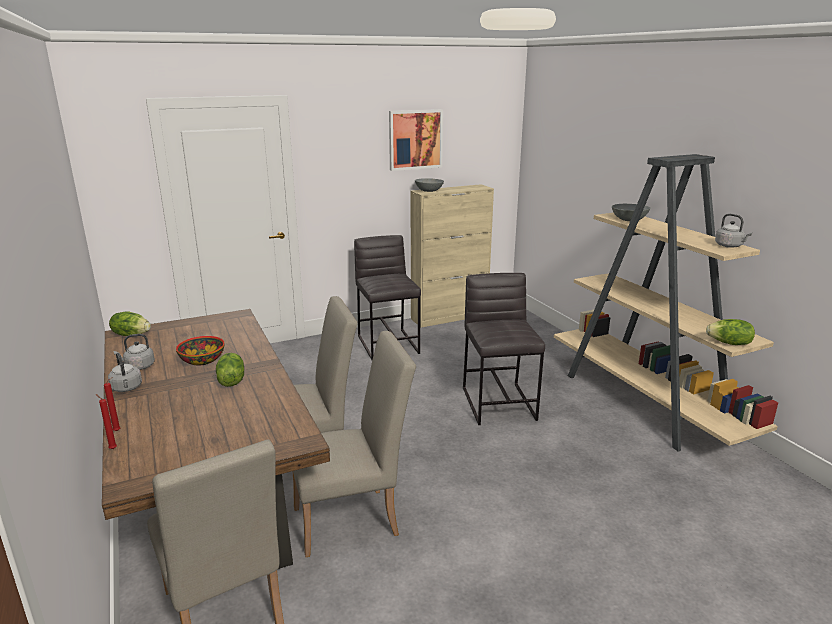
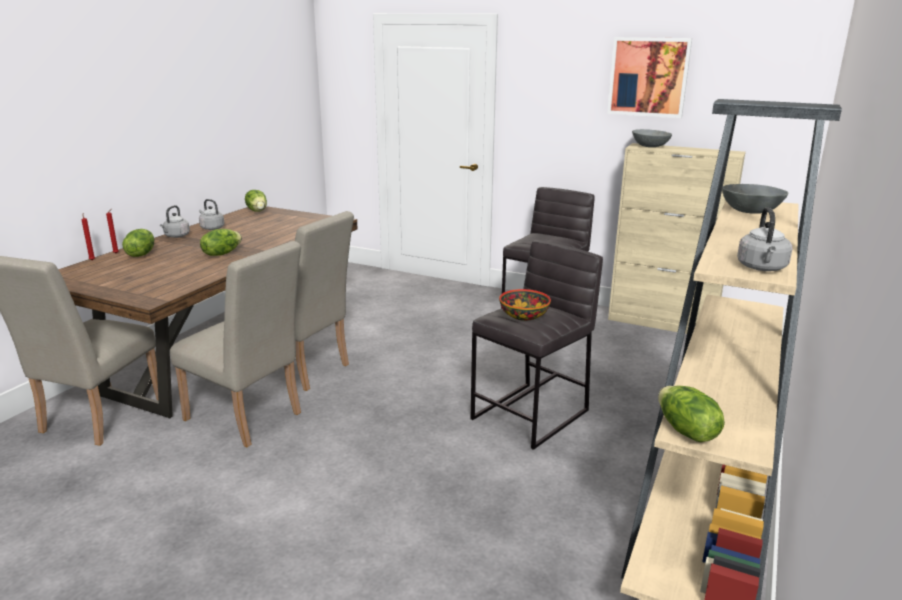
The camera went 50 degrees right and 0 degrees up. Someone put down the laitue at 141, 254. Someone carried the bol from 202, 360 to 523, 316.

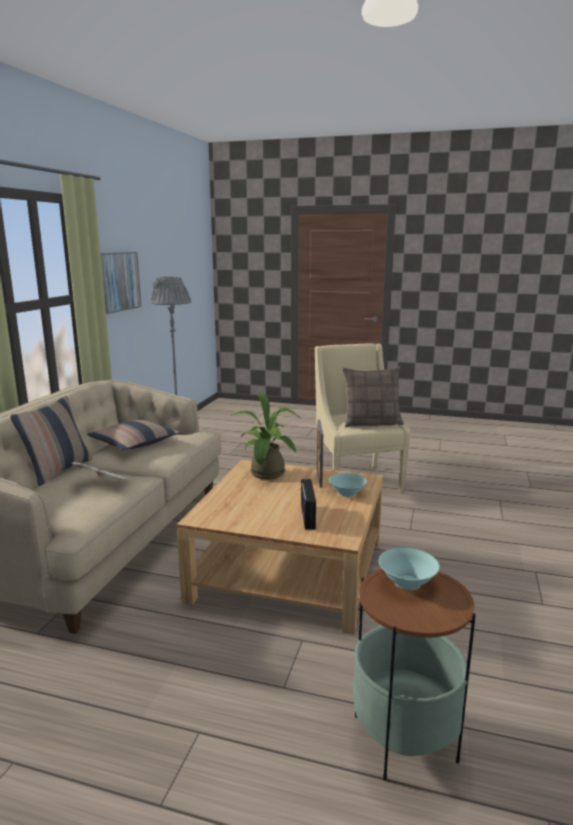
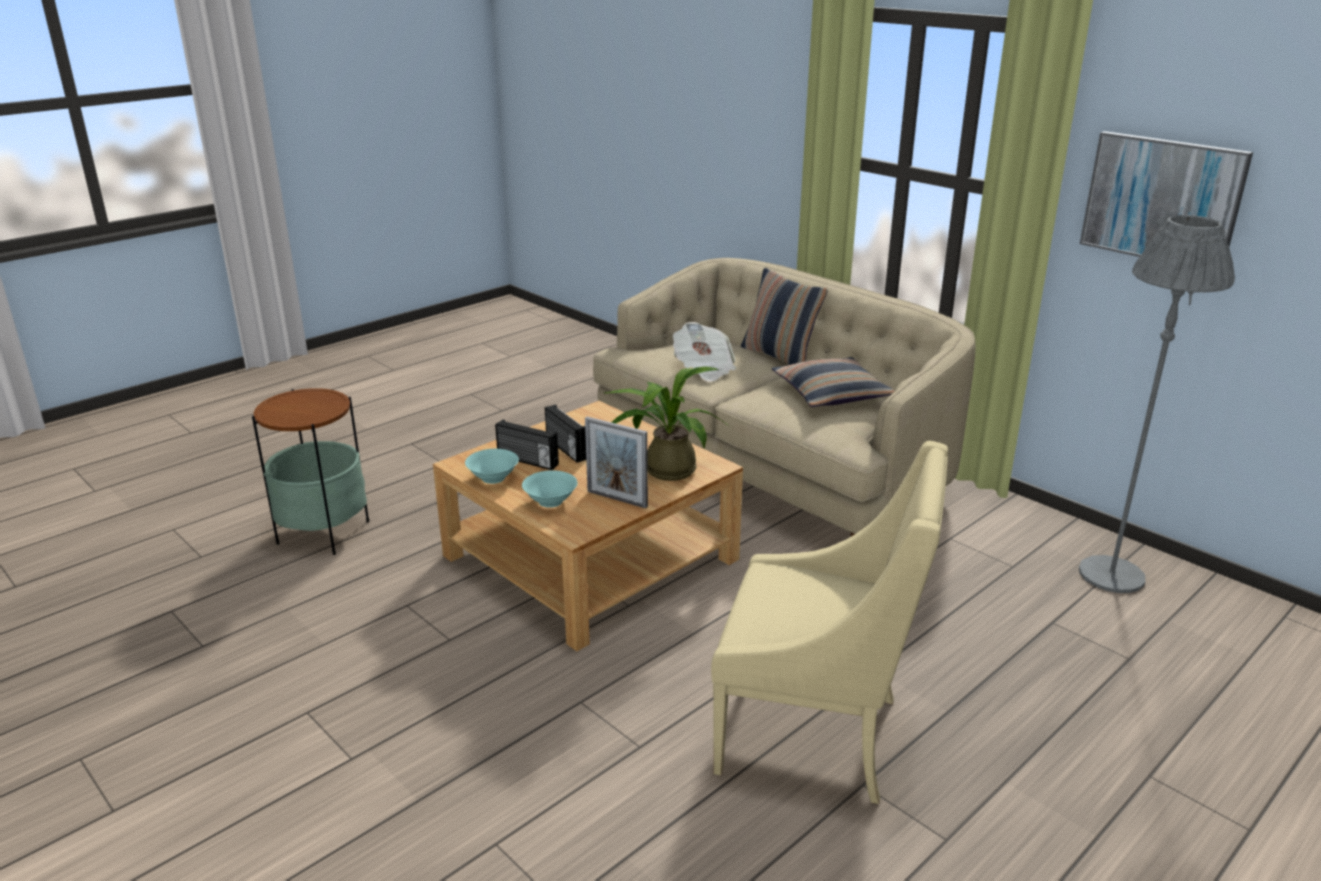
The camera went 120 degrees right and 10 degrees up. Someone carried the bol [turquoise] from 407, 582 to 493, 477. Someone put down the radio at 565, 449. Someone took away the coussin at 371, 423.

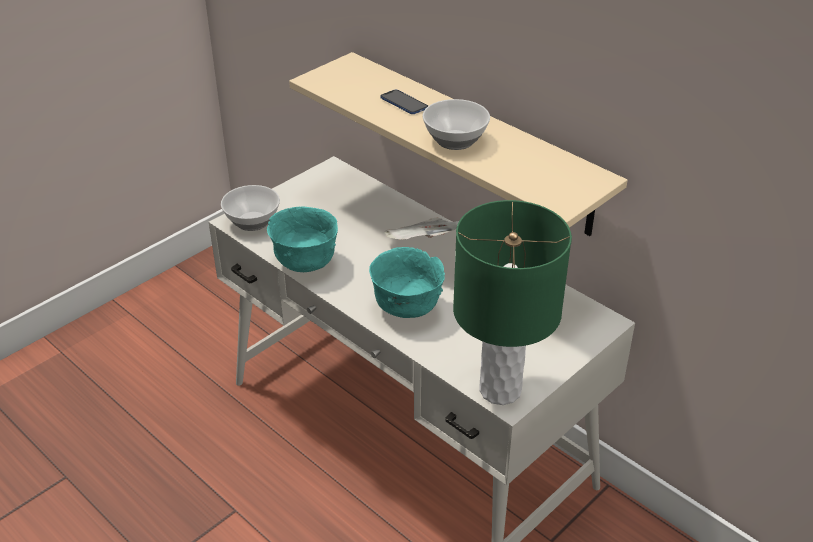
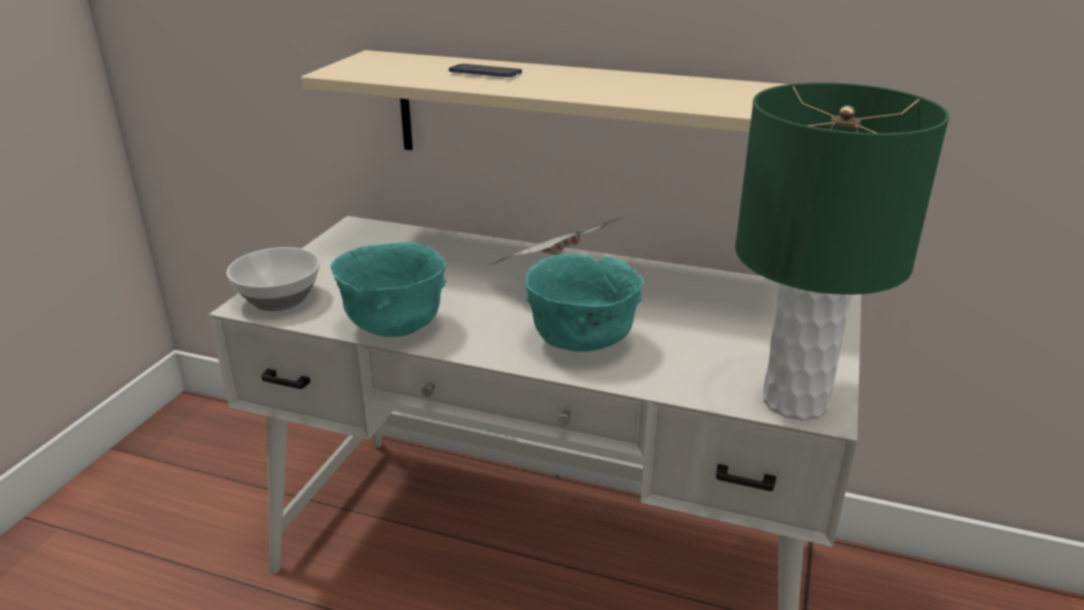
The camera went 25 degrees left and 10 degrees down. Someone took away the bol at 456, 140.

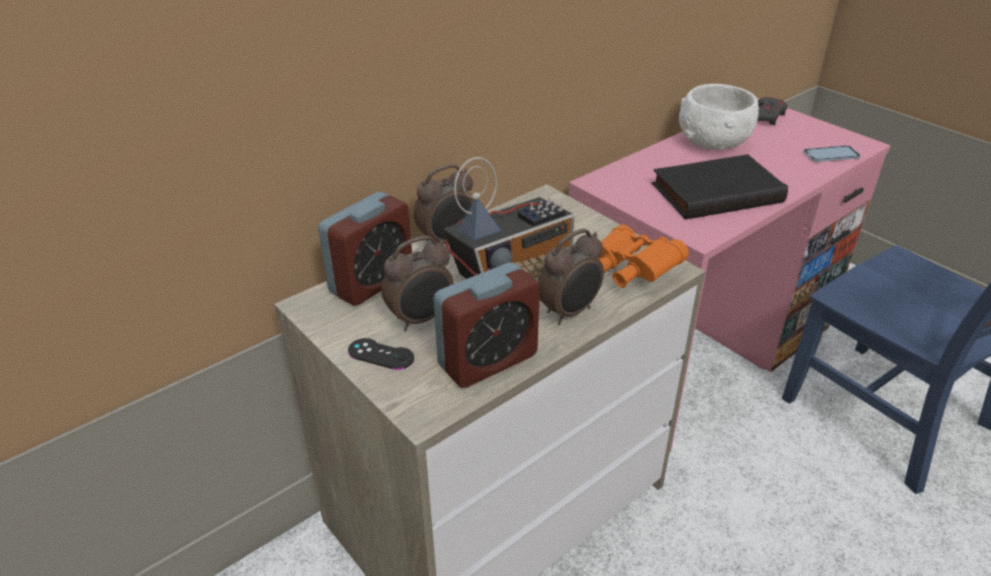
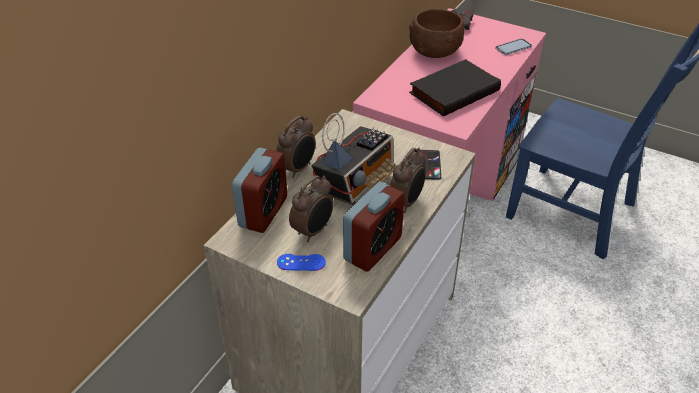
The camera went 20 degrees left and 5 degrees up. Someone repainted the manette [noir] at 381, 354, which became the manette [bleu] at 301, 262. Someone repainted the bol [blanc] at 714, 143, which became the bol [marron] at 435, 51. Someone swapped the jumelles [orange] at 628, 272 for the téléphone at 429, 165.

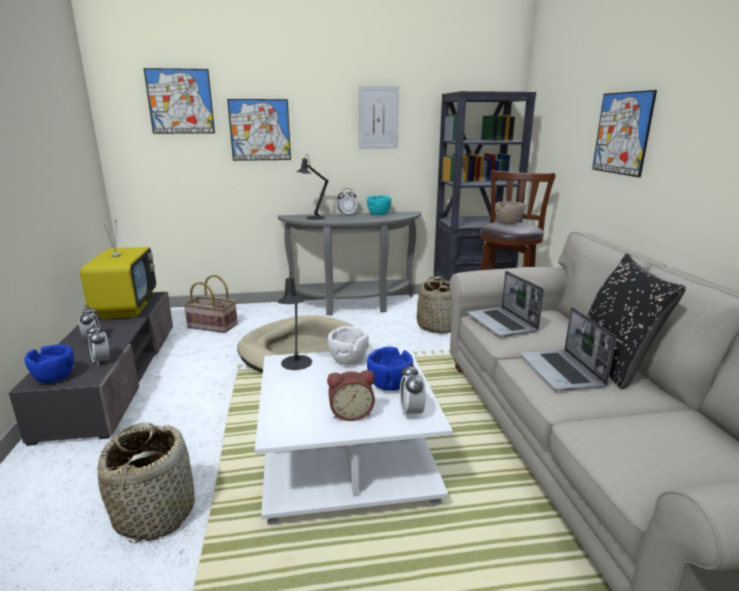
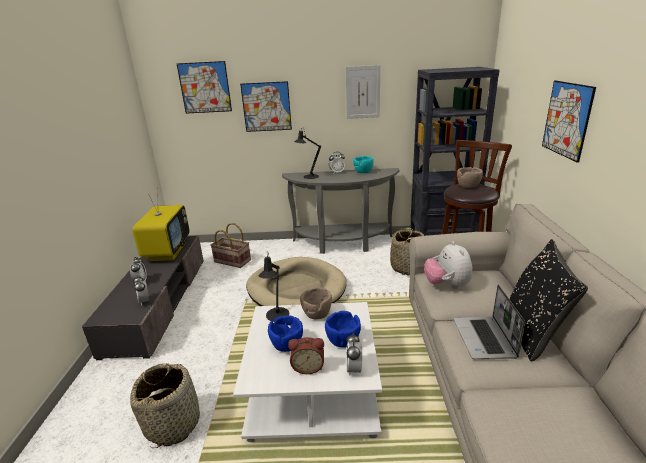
The camera went 10 degrees right and 5 degrees up. Someone carried the bol [bleu] from 54, 378 to 287, 345. Someone repainted the bol [blanc] at 348, 359, which became the bol [marron] at 317, 313. Someone swapped the ordinateur portable at 502, 323 for the peluche at 447, 285.

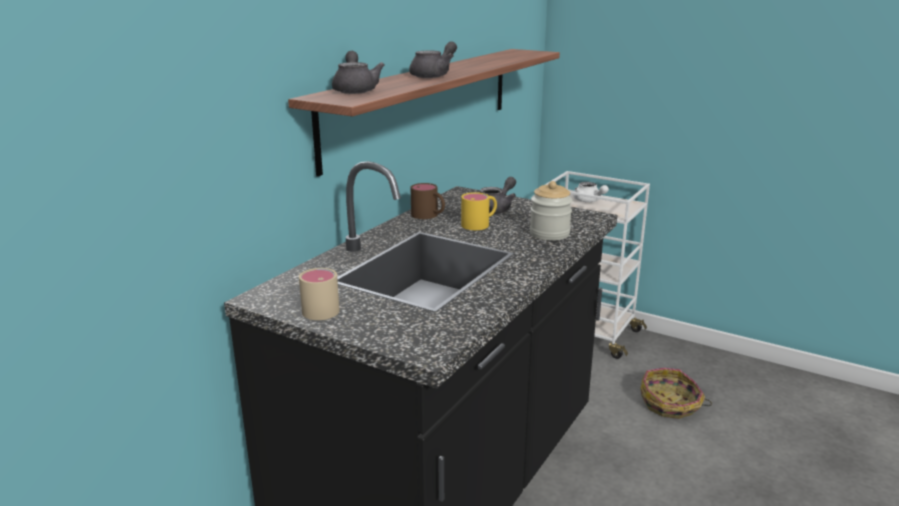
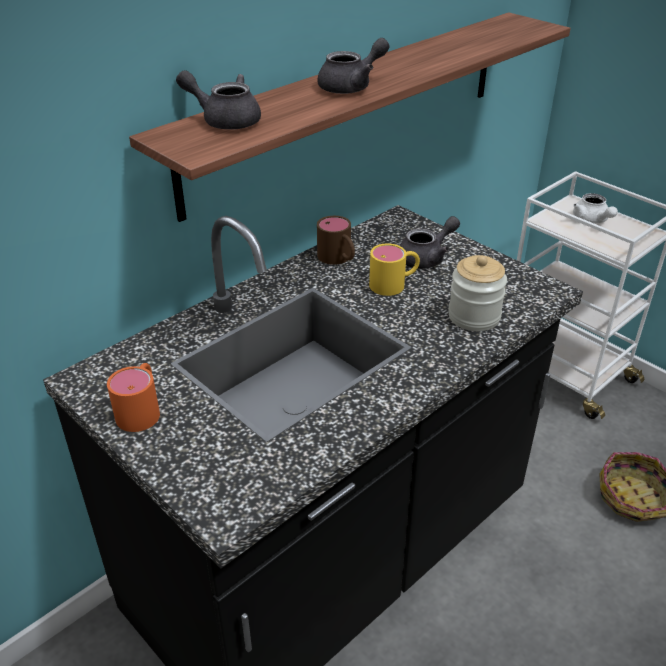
The camera went 15 degrees right and 15 degrees up. Someone repainted the mug [beige] at 321, 307, which became the mug [orange] at 141, 409. Someone rotated the théière [gris] at 355, 90 by 75 degrees counterclockwise.

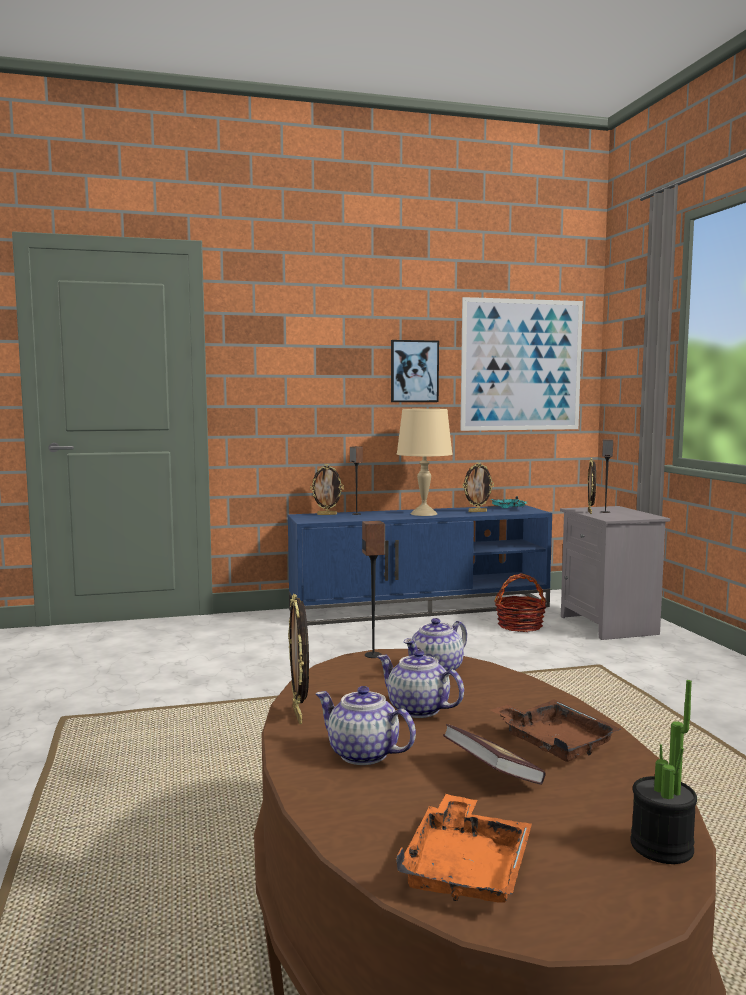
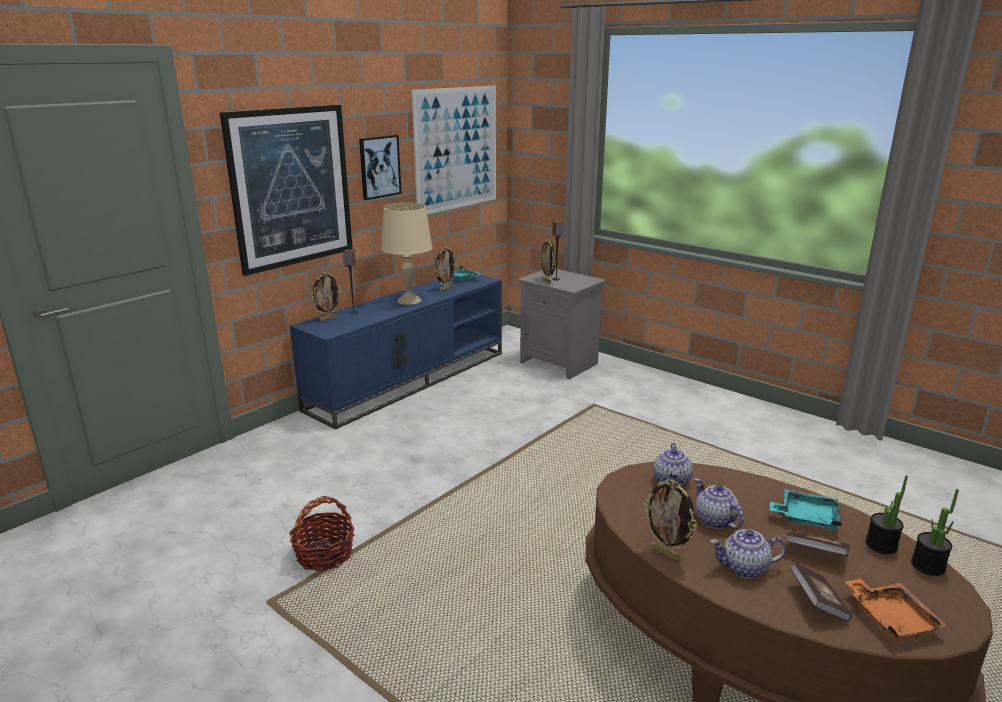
The camera went 35 degrees left and 15 degrees up. Someone put up the tableau at 291, 187. Someone carried the panier from 520, 626 to 324, 554. Someone rotated the théière at 417, 709 by 60 degrees clockwise. Someone repainted the plateau [marron] at 554, 742, which became the plateau [turquoise] at 806, 517. Someone put down the livre at 817, 602. Someone put down the plante en pot at 881, 545. Someone took away the enceinte at 373, 655.

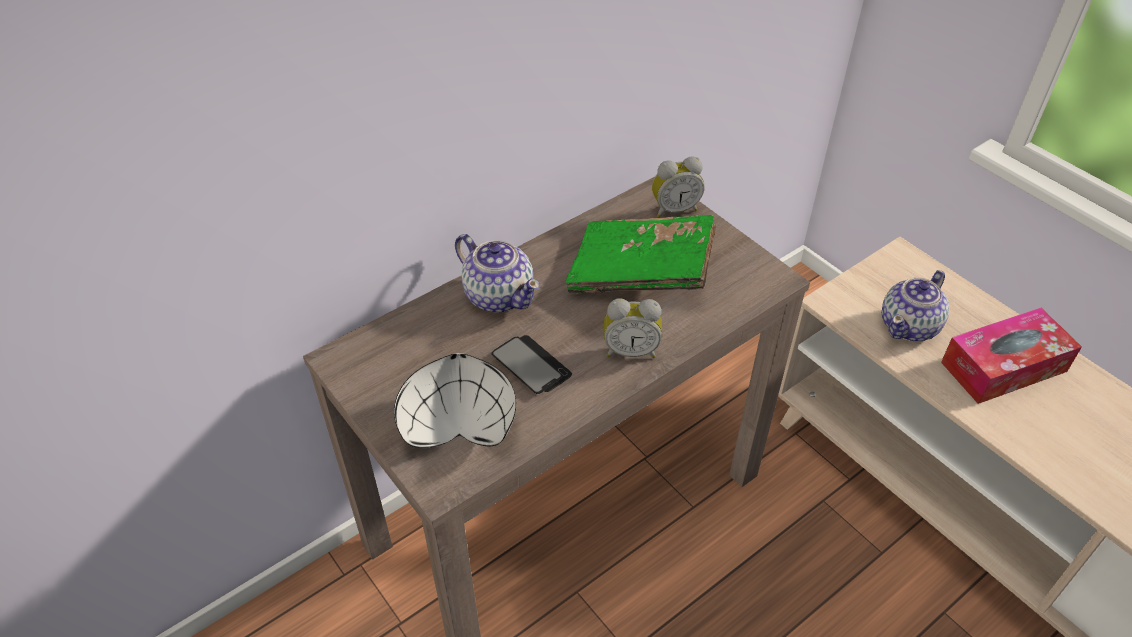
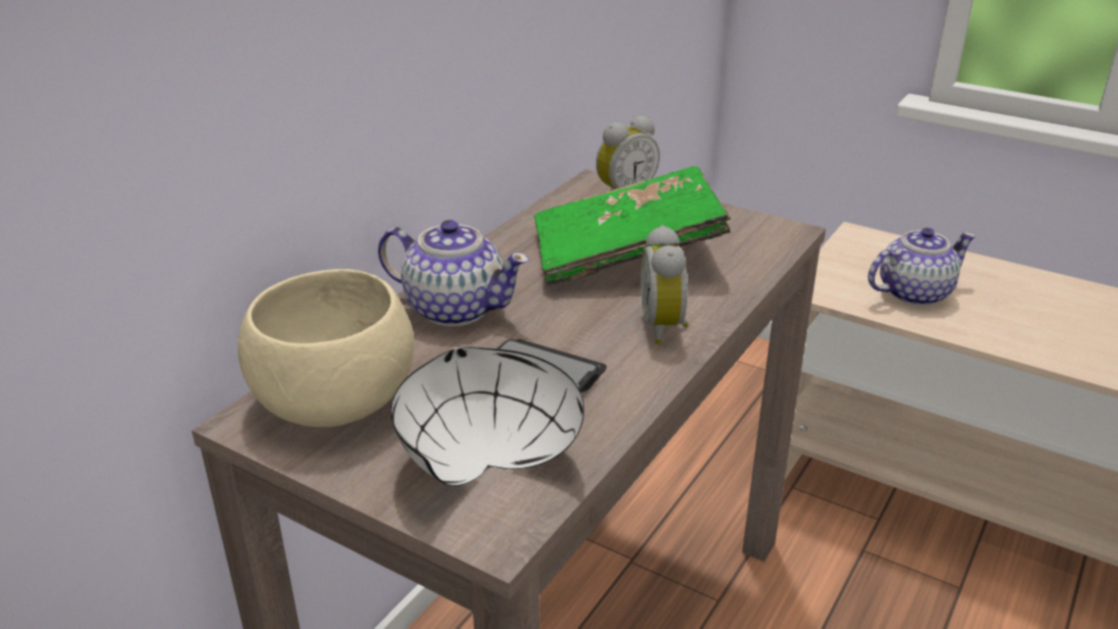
The camera went 20 degrees left and 15 degrees down. Someone put down the bol [beige] at 336, 401. Someone rotated the réveil at 630, 350 by 105 degrees clockwise. Someone rotated the théière at 909, 326 by 135 degrees counterclockwise. Someone took away the boîte à mouchoirs at 1003, 367.

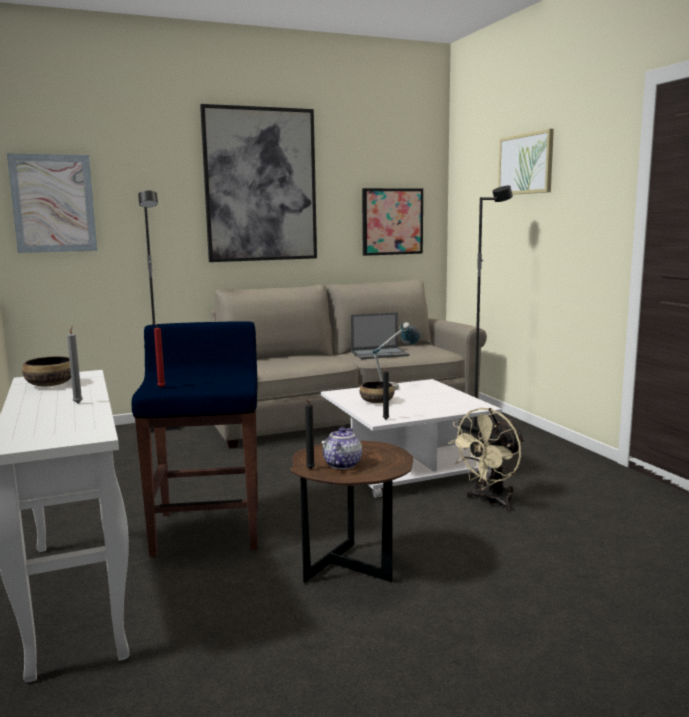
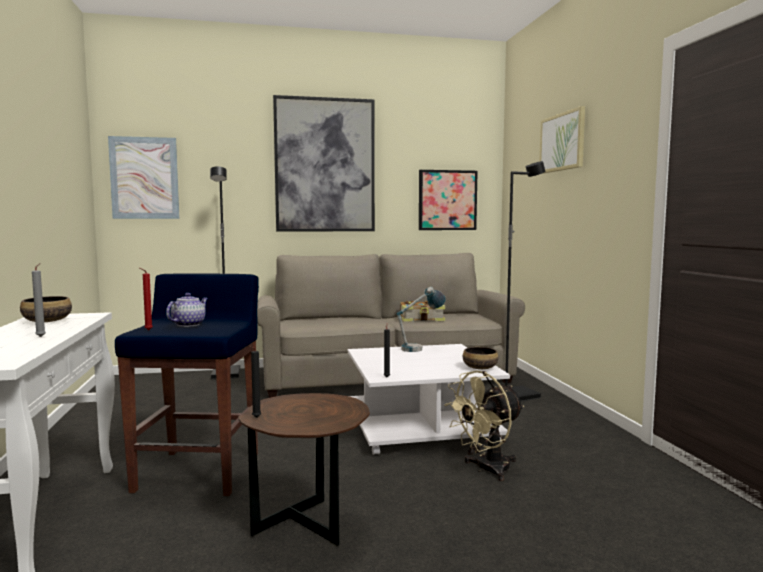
The camera went 10 degrees right and 5 degrees down. Someone carried the théière from 342, 464 to 189, 324. Someone swapped the ordinateur portable at 380, 354 for the livre at 422, 319. Someone carried the bol from 377, 401 to 480, 367.

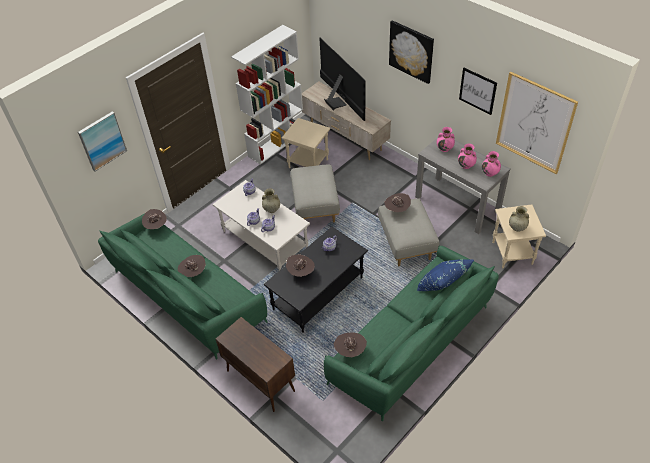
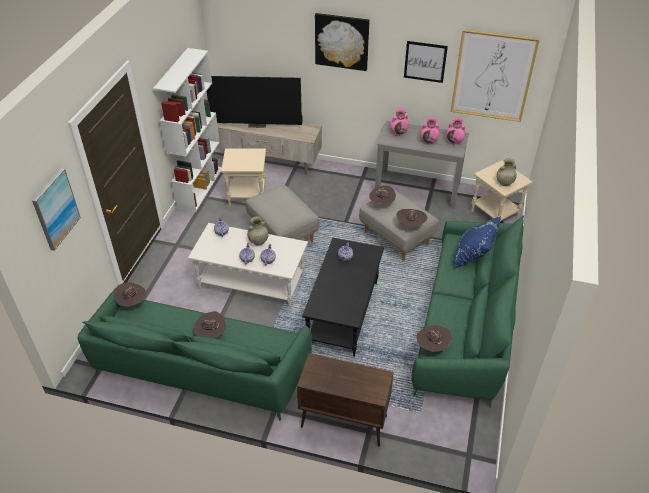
The camera went 30 degrees left and 5 degrees down. Someone rotated the téléviseur at 338, 102 by 150 degrees clockwise. Someone carried the chapeau [marron] from 301, 272 to 410, 225.

